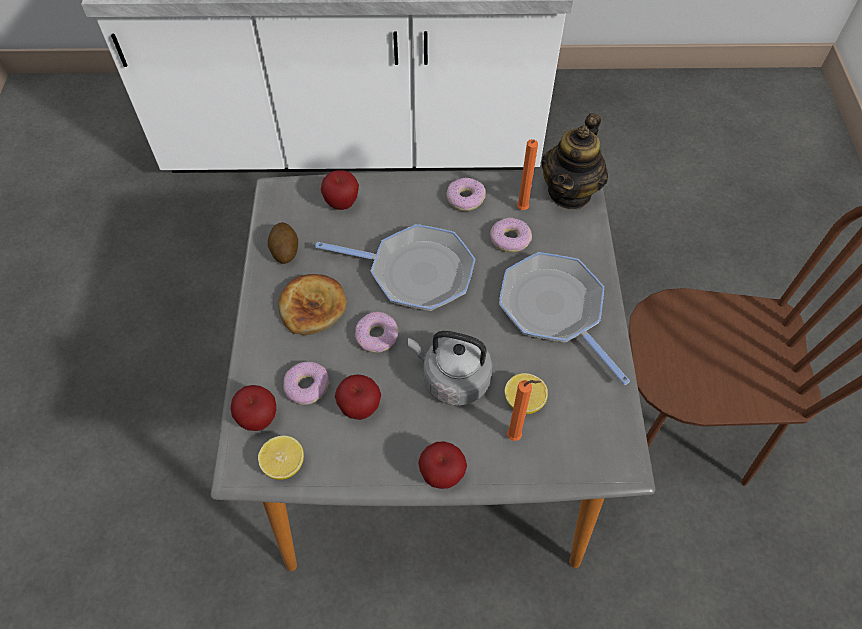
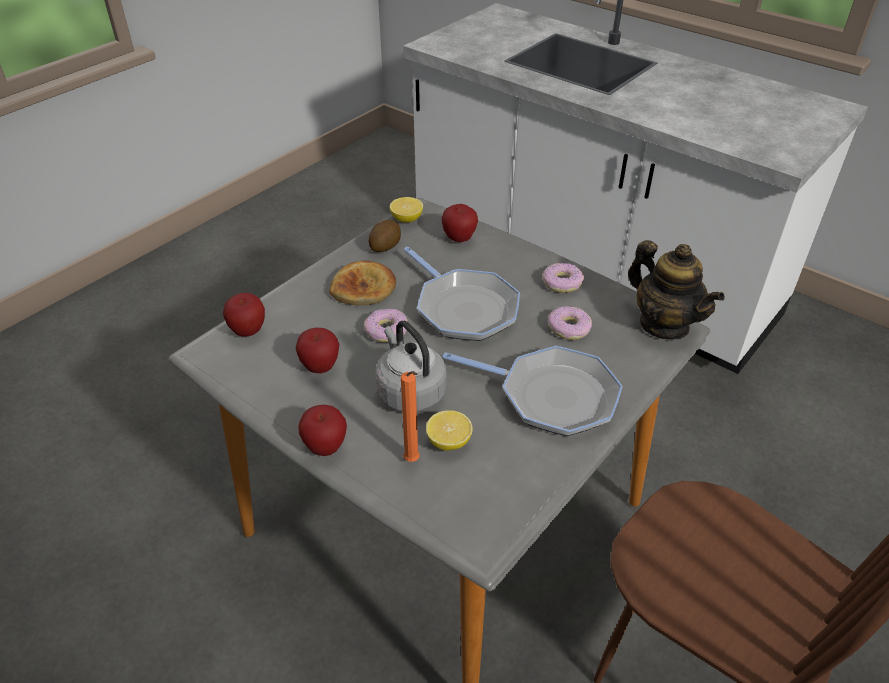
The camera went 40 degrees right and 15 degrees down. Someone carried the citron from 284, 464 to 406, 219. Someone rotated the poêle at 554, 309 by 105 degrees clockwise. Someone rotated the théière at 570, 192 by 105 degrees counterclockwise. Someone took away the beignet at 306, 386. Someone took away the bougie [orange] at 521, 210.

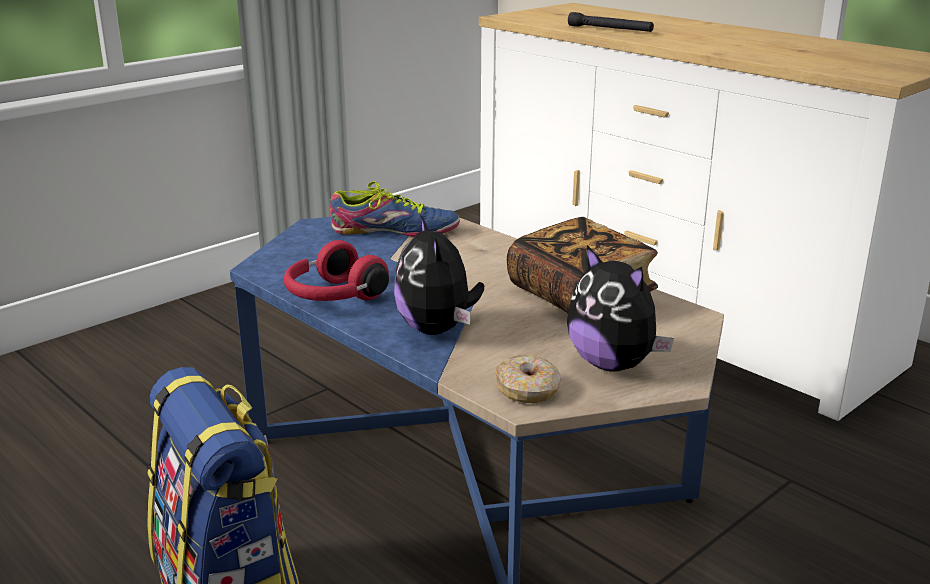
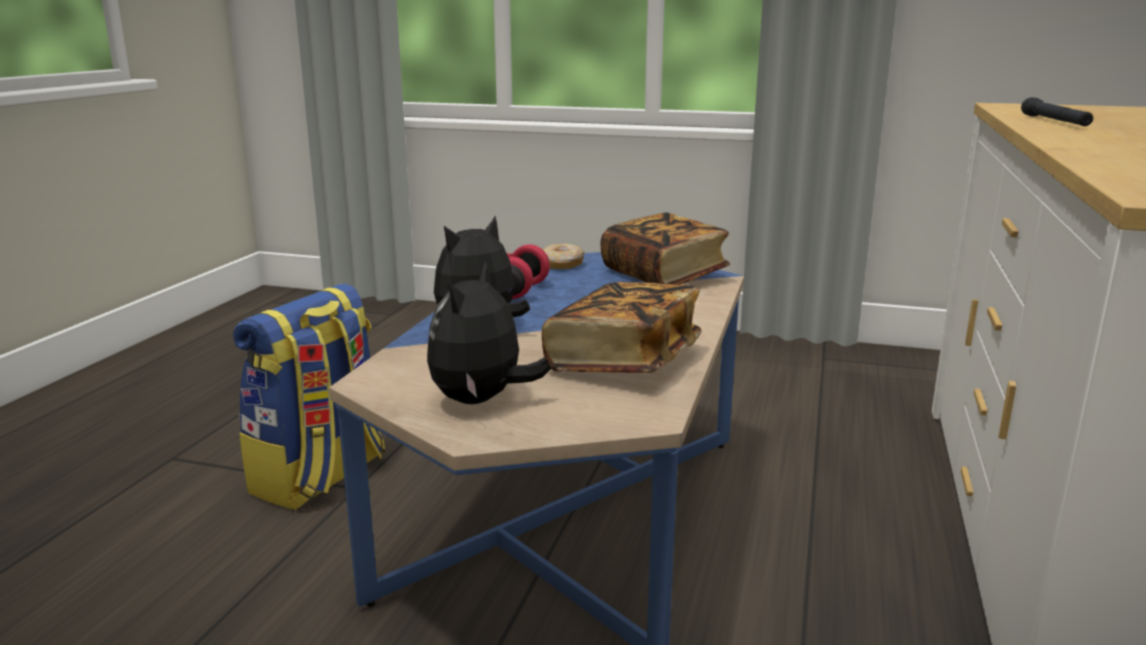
The camera went 60 degrees right and 5 degrees down. Someone carried the beignet from 528, 390 to 561, 265. Someone swapped the chaussure at 394, 230 for the livre at 663, 276.

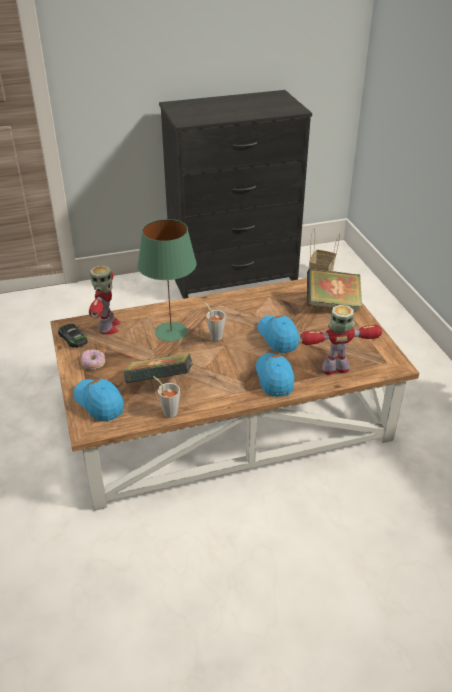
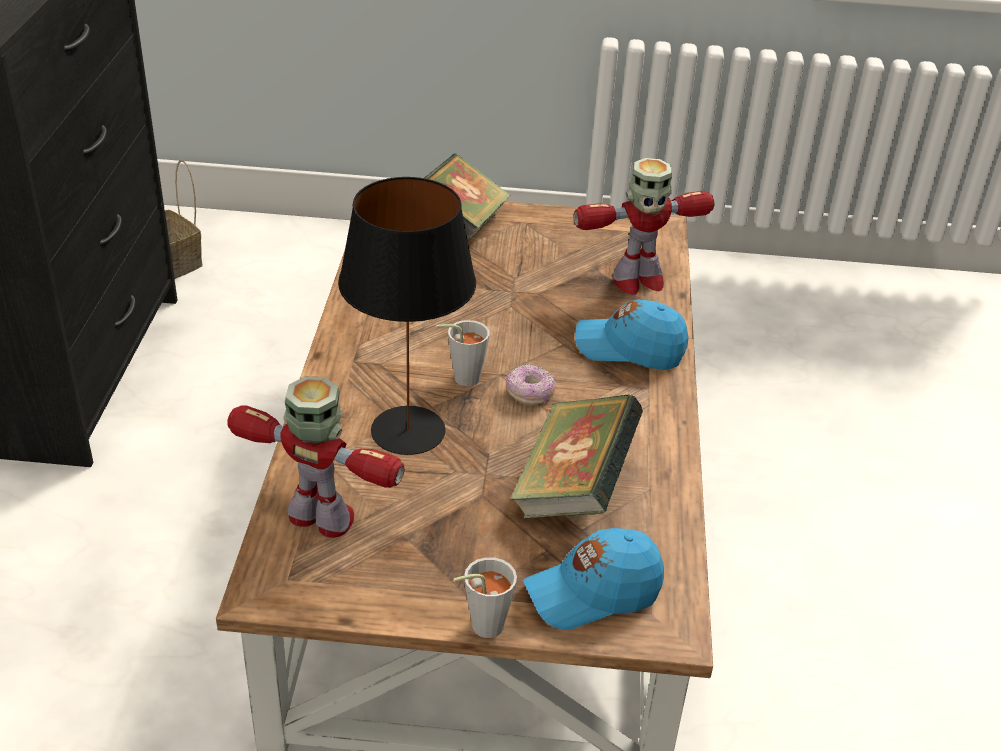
The camera went 70 degrees left and 0 degrees up. Someone repainted the lampe de table [vert] at 170, 332, which became the lampe de table [noir] at 408, 431. Someone carried the tasse [gris] from 168, 411 to 480, 627. Someone carried the beignet from 93, 364 to 530, 394. Someone rotated the robot jouet at 335, 368 by 120 degrees counterclockwise. Someone took away the petite voiture at 73, 338. Someone took away the casquette [bleu] at 278, 337.

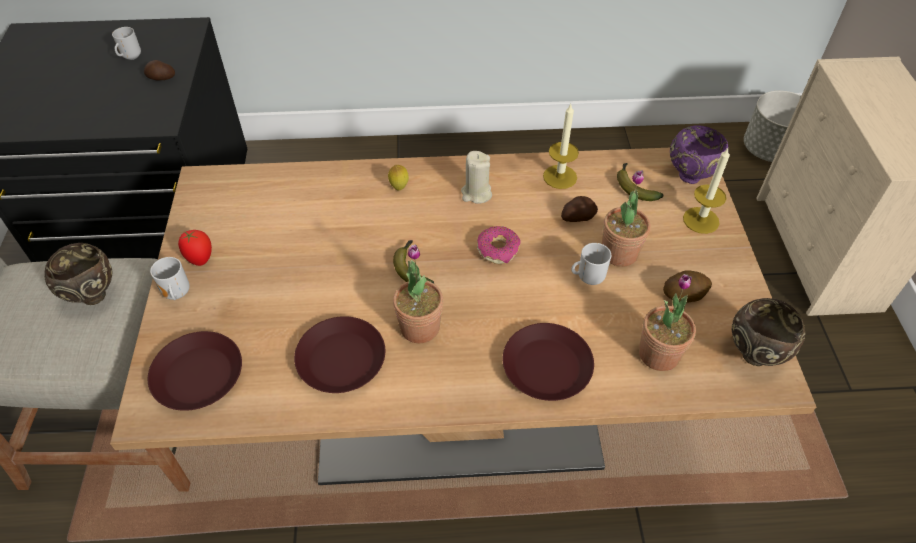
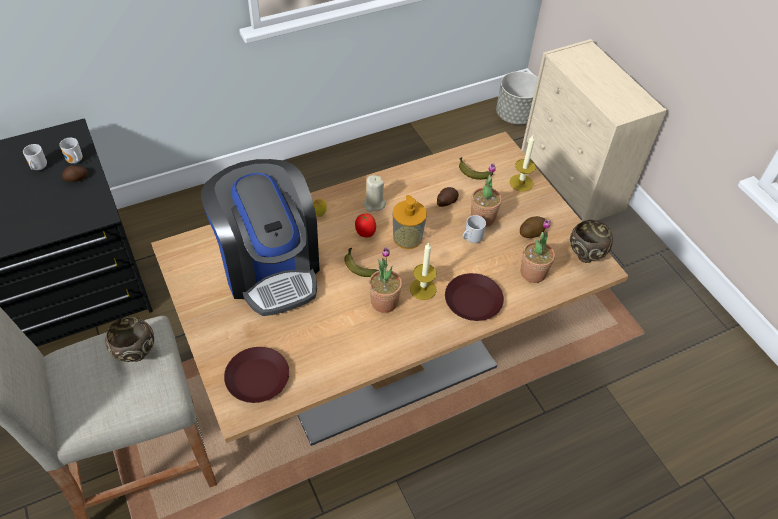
The camera went 25 degrees left and 0 degrees up. Someone carried the mug from 176, 294 to 75, 161. Someone put down the machine à café at 269, 267. Someone carried the tomate from 200, 258 to 365, 233. Someone swapped the beignet at 498, 250 for the distributeur de savon at 407, 237. Someone carried the bougie from 560, 177 to 423, 289. Someone took away the assiette [marron] at 342, 359. Someone took away the bol [violet] at 691, 176.

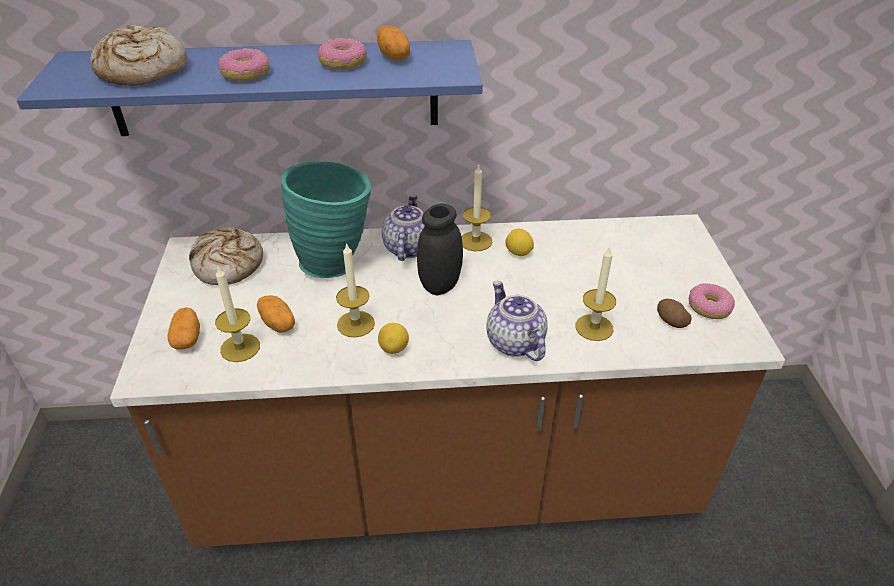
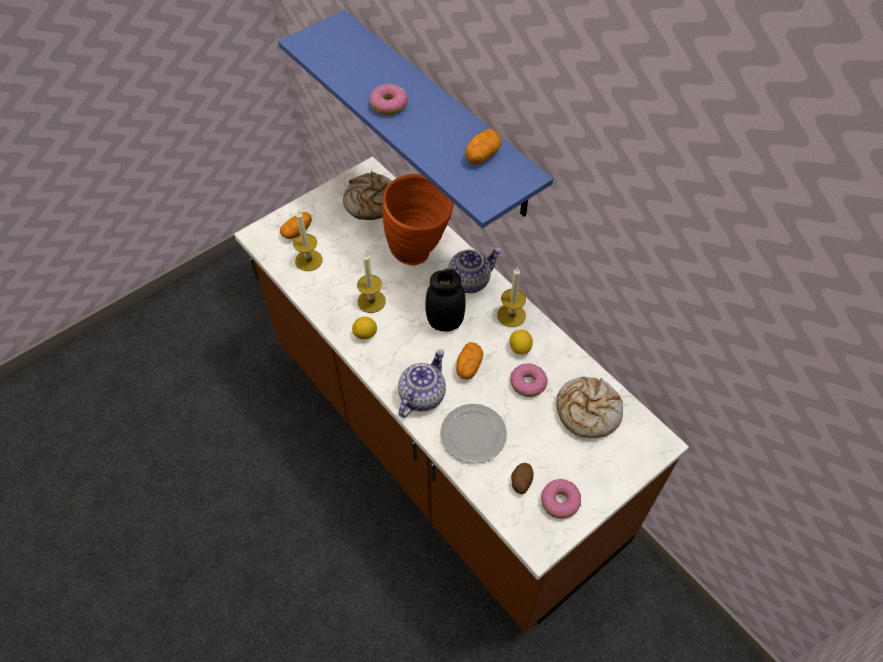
The camera went 55 degrees right and 15 degrees up. Someone repainted the vase [turquoise] at 336, 262, which became the vase [orange] at 419, 253. Someone swapped the bougie at 594, 327 for the assiette at 474, 435. Someone carried the pomme de terre from 278, 323 to 468, 366. Someone carried the beignet from 343, 63 to 527, 383. Someone carried the pain from 142, 71 to 587, 411.

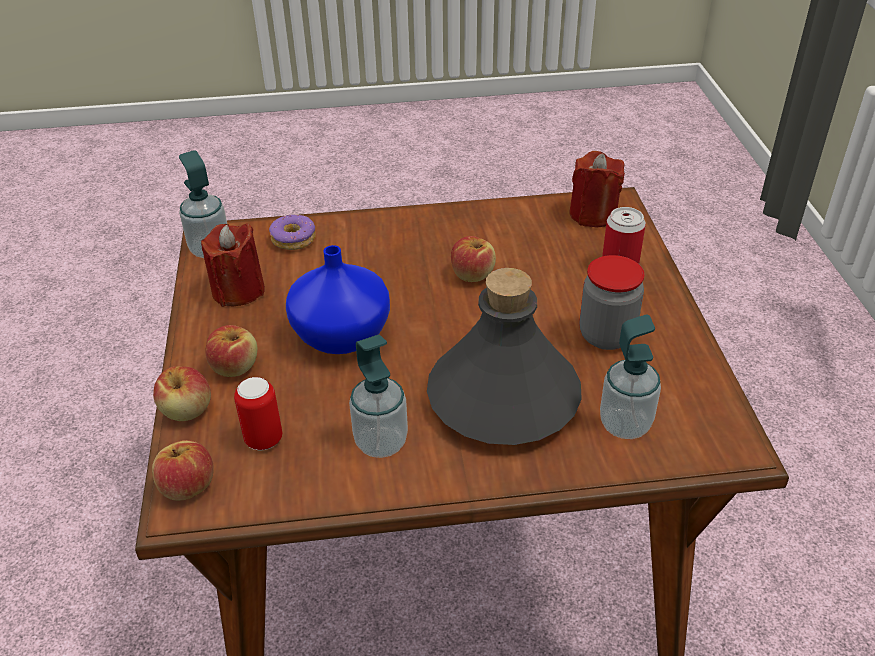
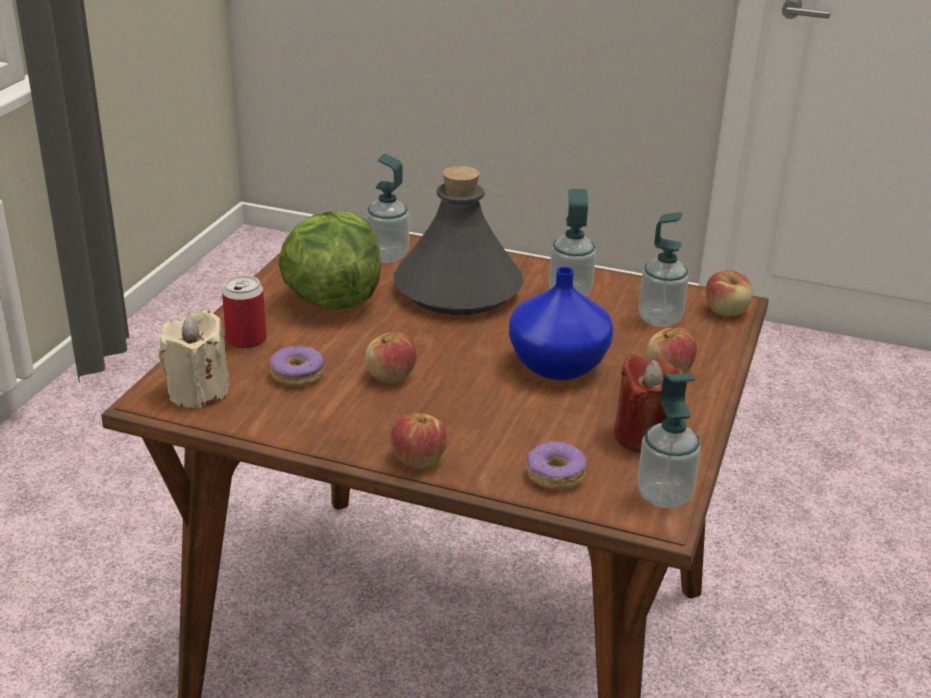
The camera went 155 degrees left and 10 degrees down. Someone repainted the bougie [rouge] at 593, 214, which became the bougie [beige] at 198, 392. Someone put down the beignet at 298, 374. Someone swapped the bocal at 606, 335 for the laitue at 332, 300. Someone carried the pomme from 187, 410 to 418, 459. Someone swapped the boîte métallique at 264, 439 for the distributeur de savon at 660, 319.

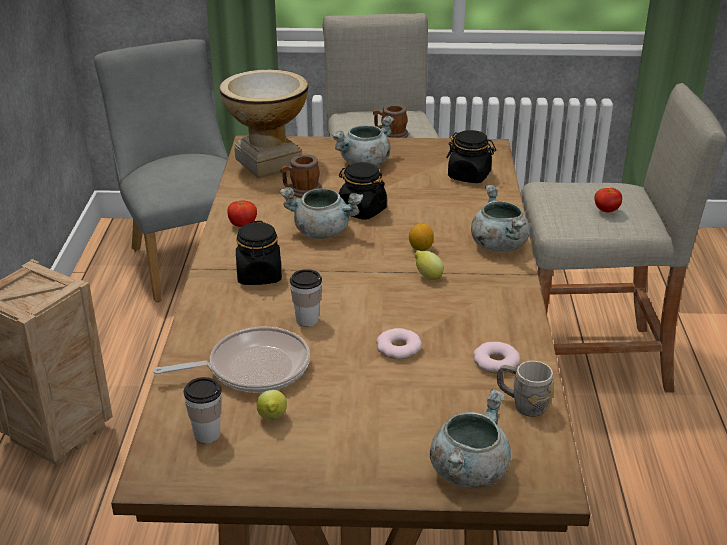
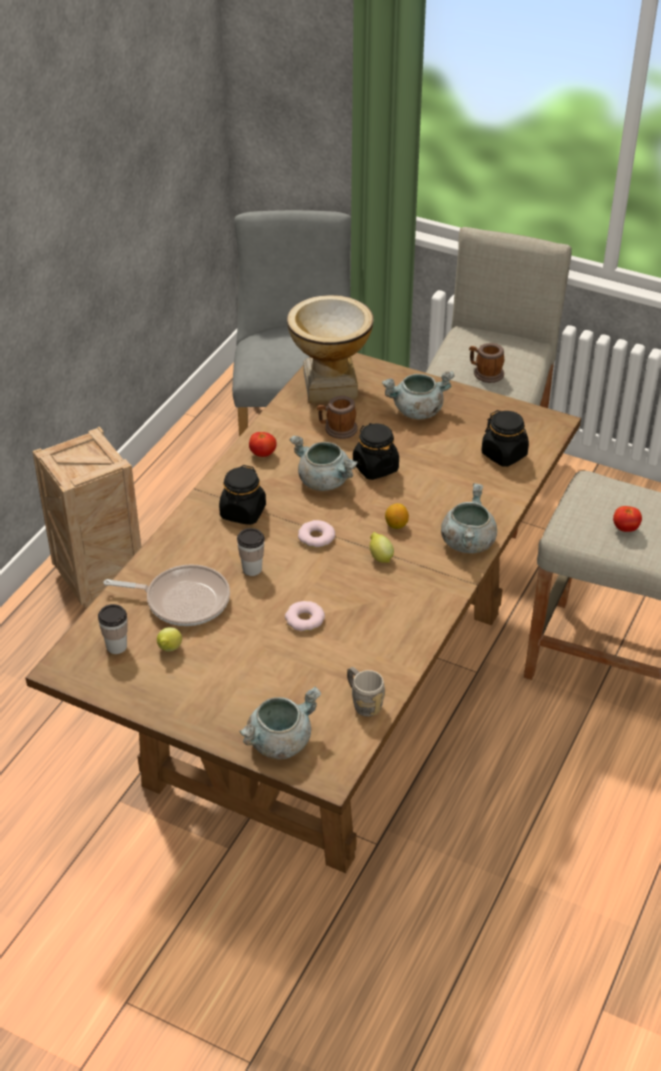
The camera went 25 degrees right and 10 degrees up. Someone carried the beignet from 496, 362 to 316, 537.

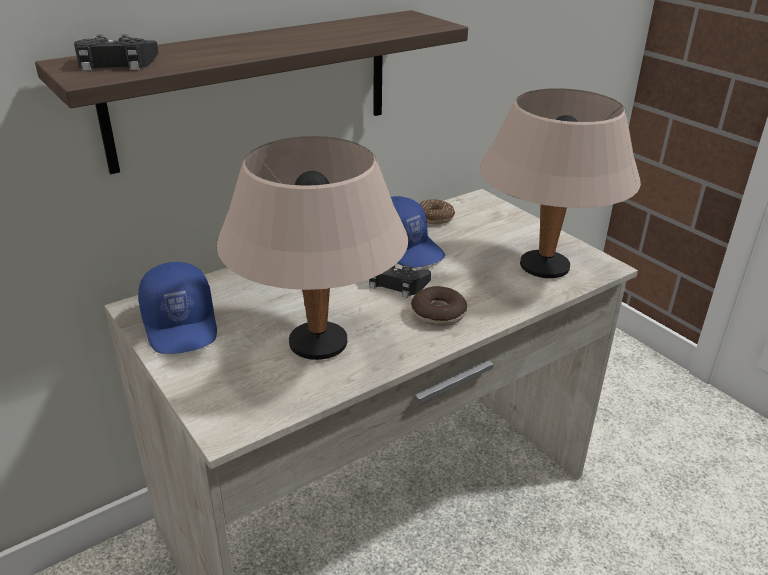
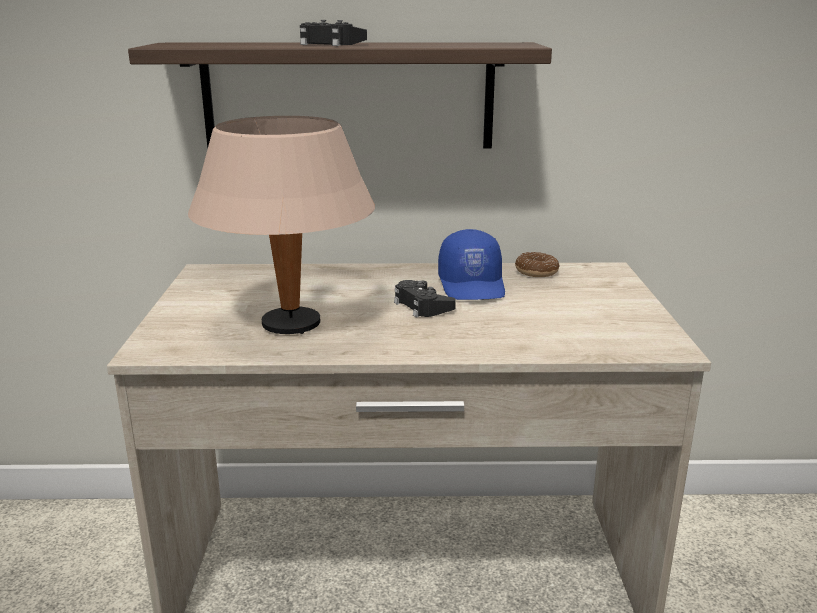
The camera went 35 degrees right and 10 degrees down. Someone carried the manette [noir] from 116, 63 to 330, 44. Someone took away the casquette [bleu] at 182, 325. Someone took away the beignet at 438, 314. Someone took away the lampe de table [beige] at 543, 267.

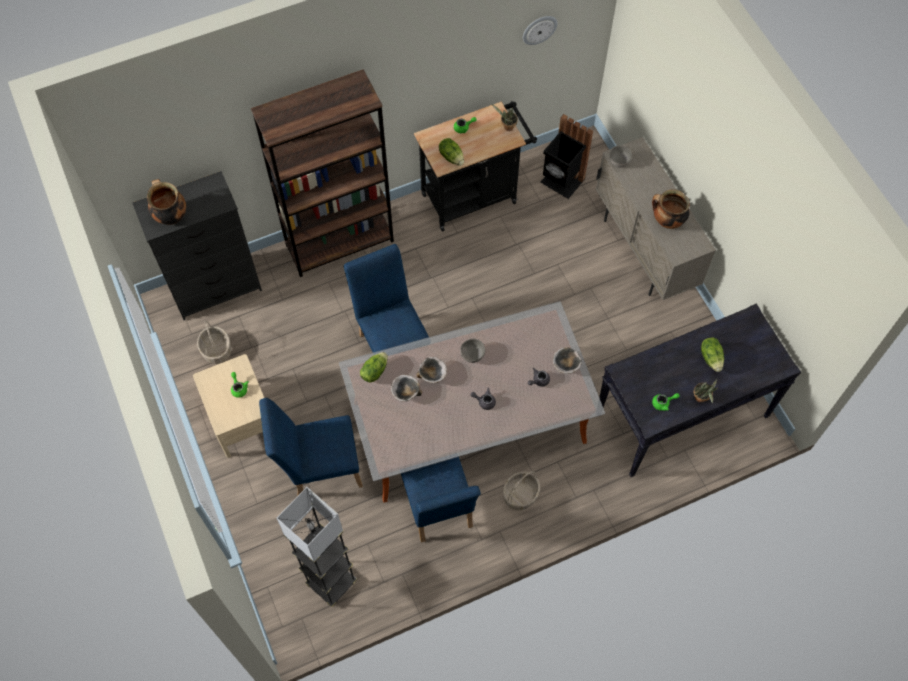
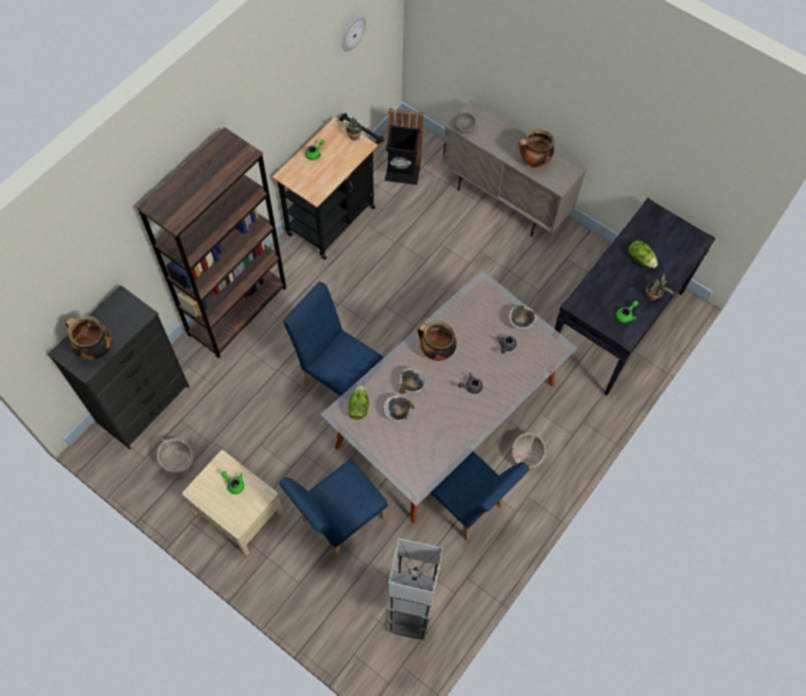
The camera went 30 degrees left and 0 degrees up. Someone swapped the bol [gris] at 472, 355 for the marmite at 436, 351. Someone took away the laitue at 451, 157.

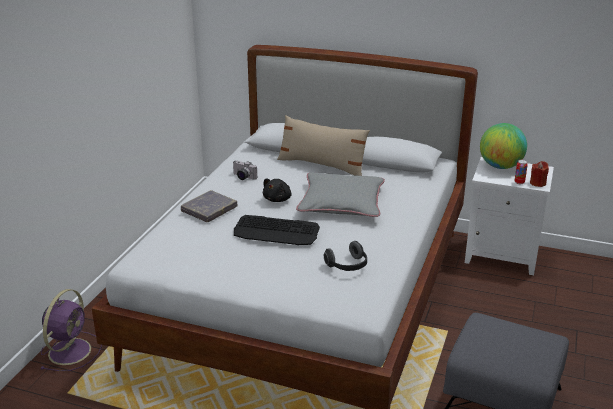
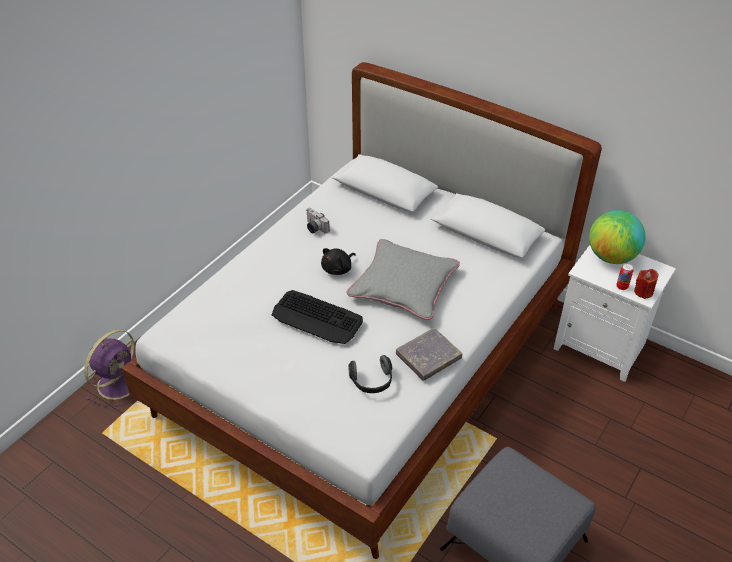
The camera went 15 degrees right and 15 degrees up. Someone carried the livre [gris] from 209, 209 to 428, 356. Someone took away the coussin [beige] at 322, 165.

